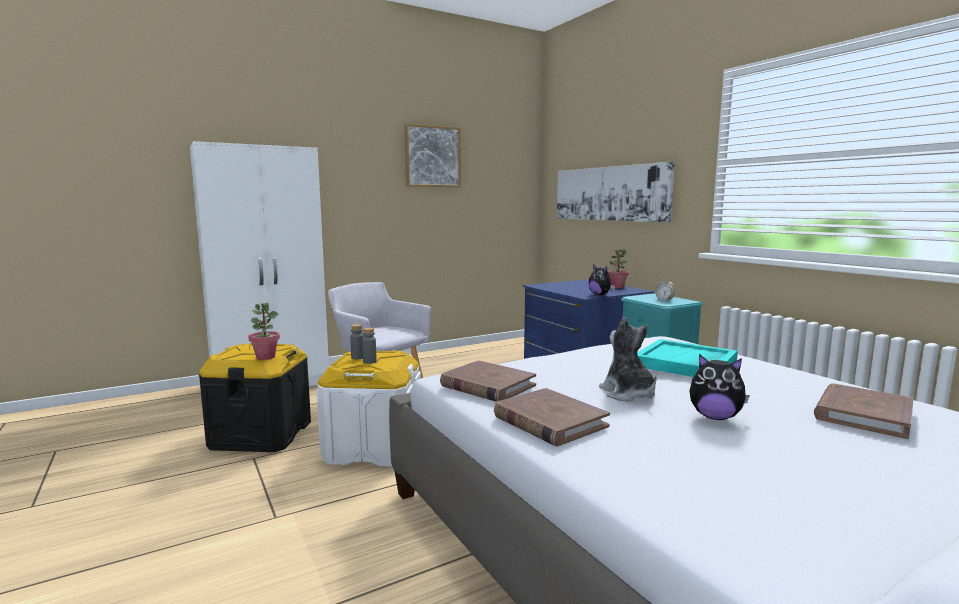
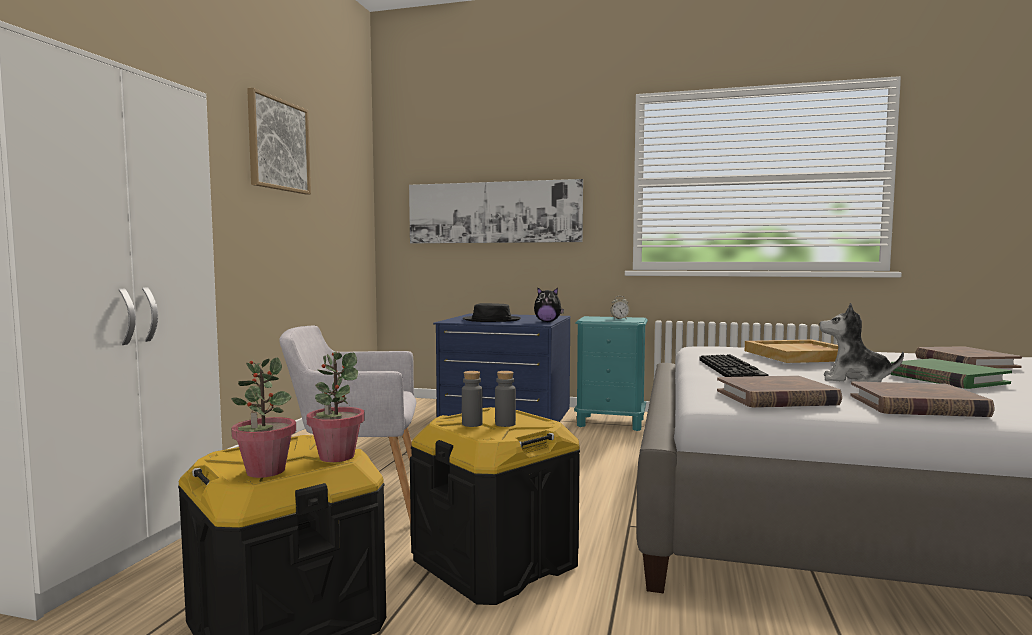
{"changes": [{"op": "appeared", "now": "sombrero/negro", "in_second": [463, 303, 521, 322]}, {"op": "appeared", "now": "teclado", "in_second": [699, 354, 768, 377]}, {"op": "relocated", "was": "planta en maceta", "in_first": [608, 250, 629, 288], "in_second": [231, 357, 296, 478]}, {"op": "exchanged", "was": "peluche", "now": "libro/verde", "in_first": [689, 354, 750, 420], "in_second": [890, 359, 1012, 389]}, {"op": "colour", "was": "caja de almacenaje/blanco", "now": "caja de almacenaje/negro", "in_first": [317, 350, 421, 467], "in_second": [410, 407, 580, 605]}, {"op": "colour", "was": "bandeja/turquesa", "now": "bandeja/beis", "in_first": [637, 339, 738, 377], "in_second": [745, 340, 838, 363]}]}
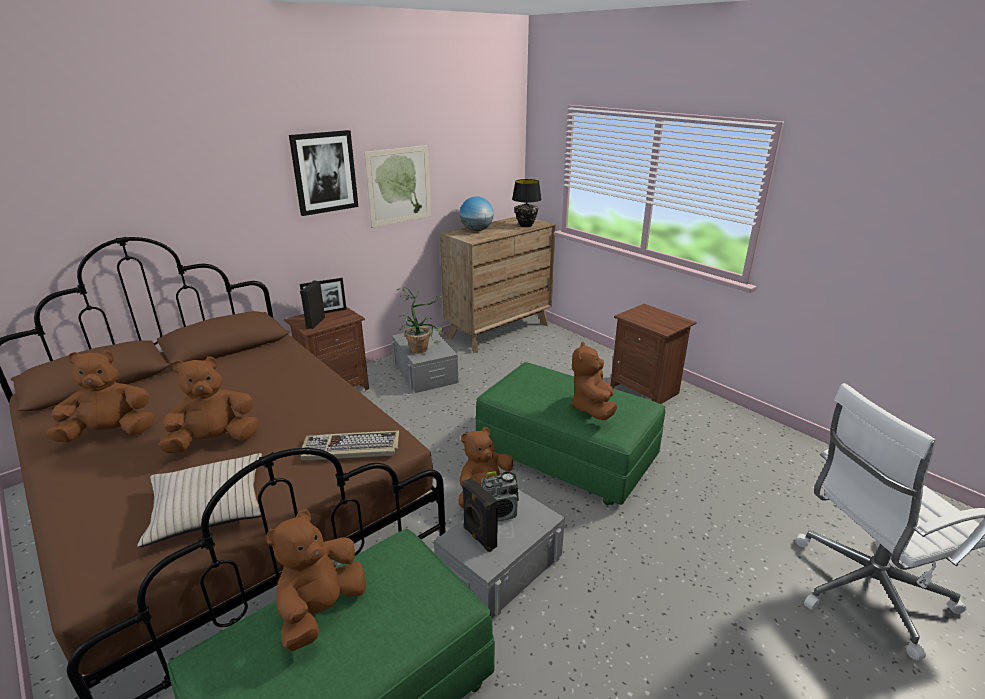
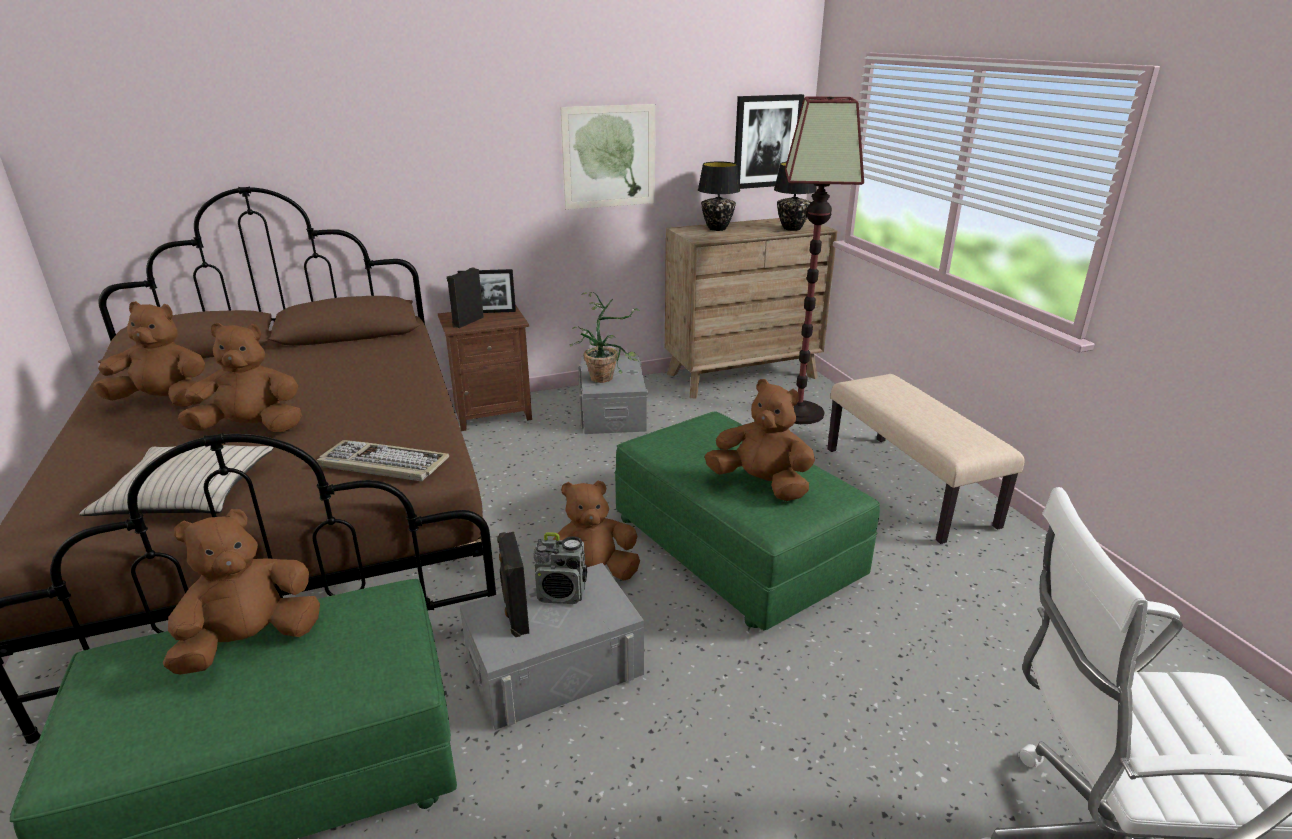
{"changes": [{"op": "appeared", "now": "lámpara de pie", "in_second": [785, 96, 864, 424]}, {"op": "relocated", "was": "cuadro", "in_first": [289, 130, 358, 216], "in_second": [734, 94, 804, 189]}, {"op": "exchanged", "was": "globo terráqueo", "now": "lámpara de mesa/negro", "in_first": [460, 196, 494, 231], "in_second": [698, 162, 740, 231]}, {"op": "exchanged", "was": "mesita de noche/marrón", "now": "banco/beis", "in_first": [611, 304, 697, 404], "in_second": [827, 374, 1025, 544]}, {"op": "spun", "was": "peluche/marrón", "in_first": [571, 341, 617, 420], "in_second": [704, 379, 815, 501], "clockwise": 90}]}
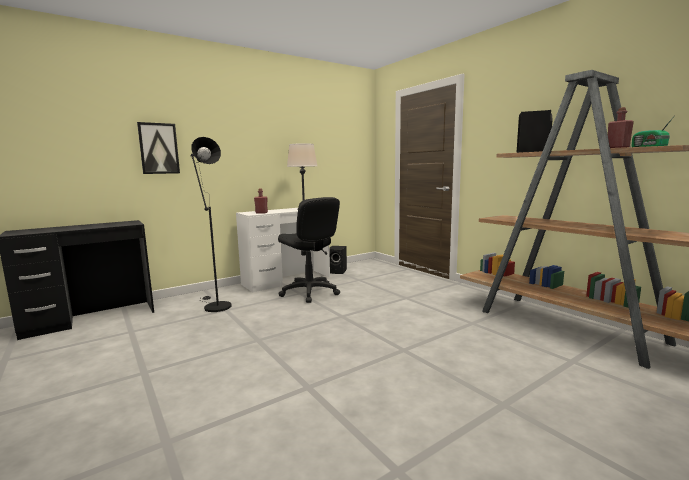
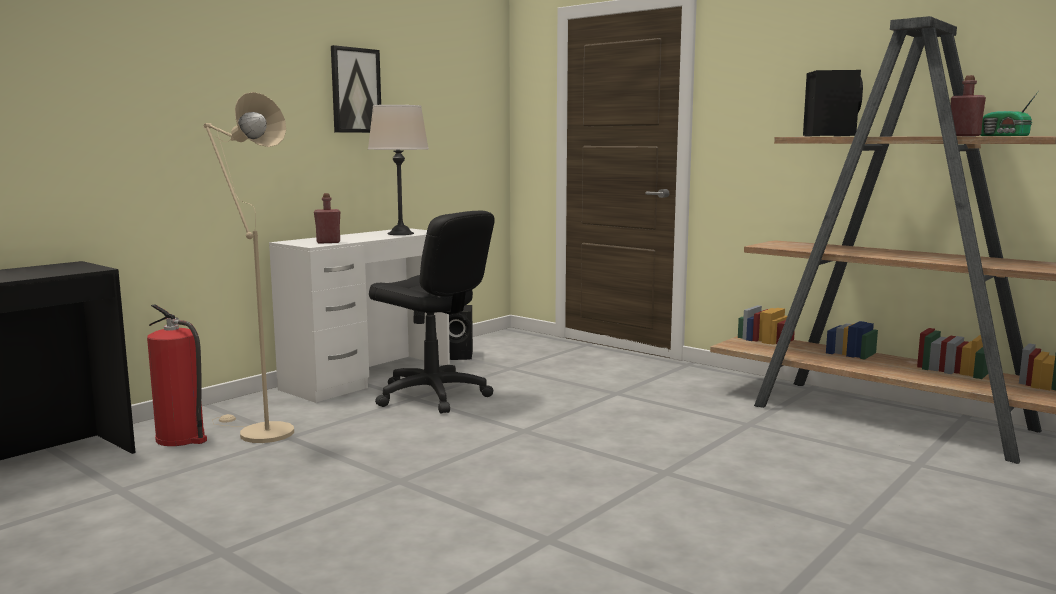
{"changes": [{"op": "appeared", "now": "extintor", "in_second": [147, 304, 207, 446]}, {"op": "relocated", "was": "cuadro", "in_first": [137, 122, 180, 174], "in_second": [331, 45, 381, 133]}, {"op": "colour", "was": "lámpara de pie/negro", "now": "lámpara de pie/beis", "in_first": [191, 137, 232, 312], "in_second": [203, 92, 294, 443]}]}
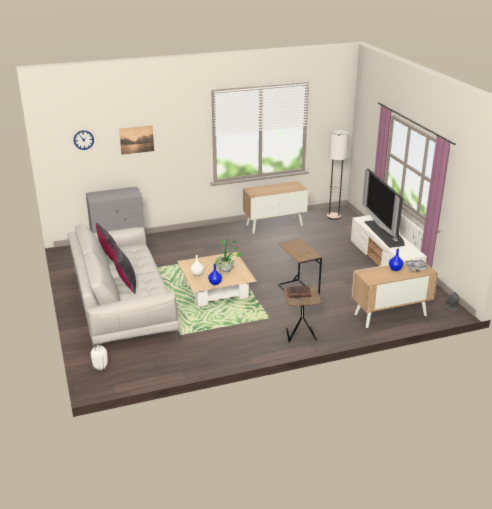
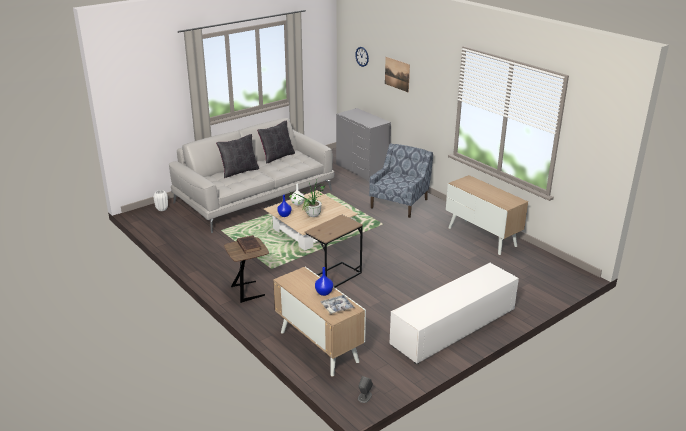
{"changes": [{"op": "missing", "was": "lámpara de pie", "in_first": [327, 130, 349, 220]}, {"op": "missing", "was": "televisor", "in_first": [362, 168, 404, 248]}, {"op": "appeared", "now": "sillón/azul", "in_second": [369, 143, 433, 218]}]}
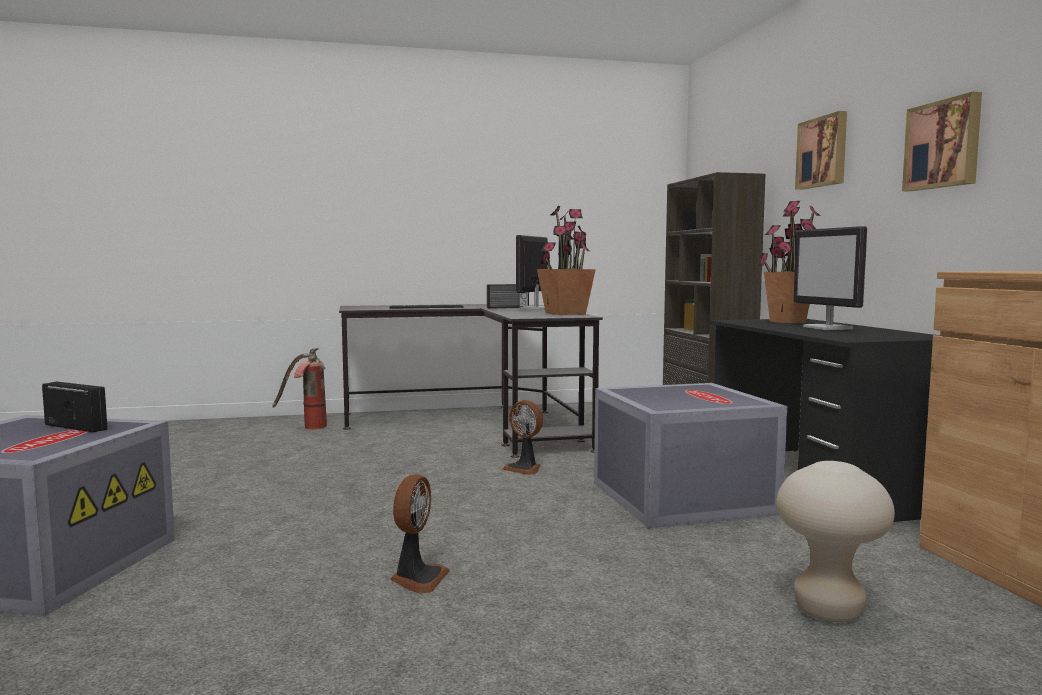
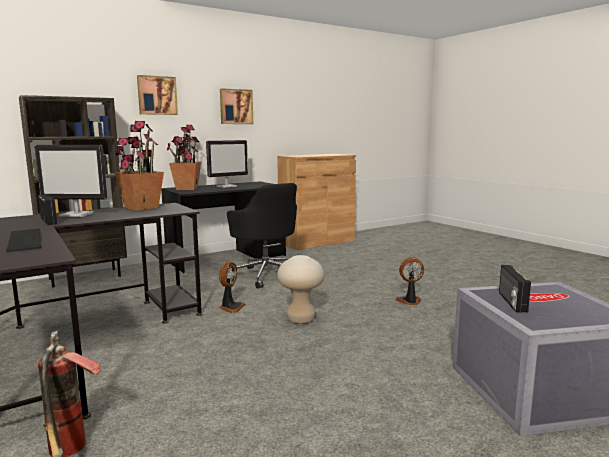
{"changes": [{"op": "relocated", "was": "taburete/beis", "in_first": [777, 461, 895, 623], "in_second": [277, 255, 324, 324]}, {"op": "exchanged", "was": "caja de almacenaje/gris", "now": "silla de oficina/negro", "in_first": [594, 383, 787, 528], "in_second": [227, 183, 297, 289]}]}
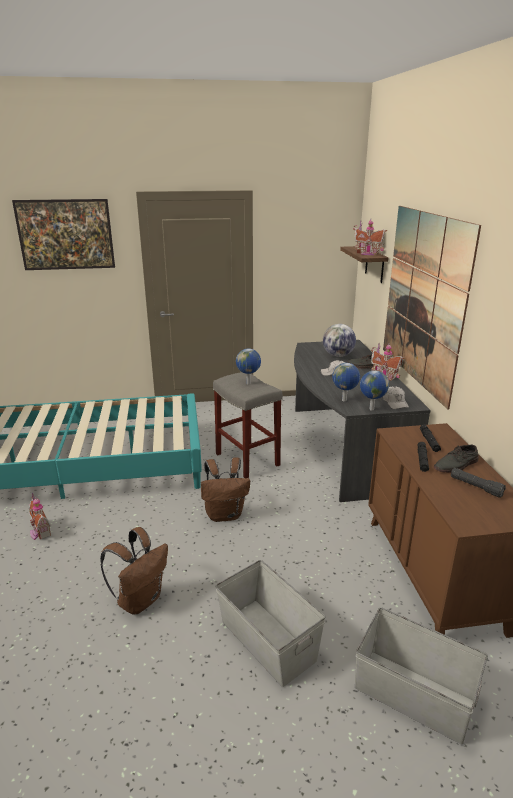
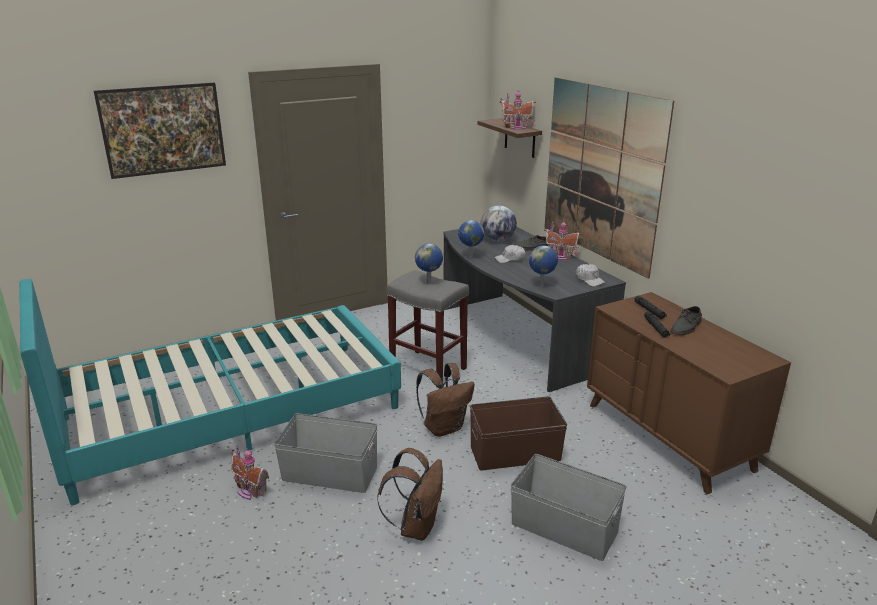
{"changes": [{"op": "missing", "was": "linterna/negro", "in_first": [451, 468, 506, 498]}, {"op": "appeared", "now": "caja de almacenaje/marrón", "in_second": [470, 396, 567, 471]}, {"op": "relocated", "was": "caja de almacenaje/gris", "in_first": [355, 607, 488, 744], "in_second": [274, 413, 378, 493]}, {"op": "relocated", "was": "globo terráqueo", "in_first": [360, 370, 389, 411], "in_second": [458, 220, 484, 258]}]}
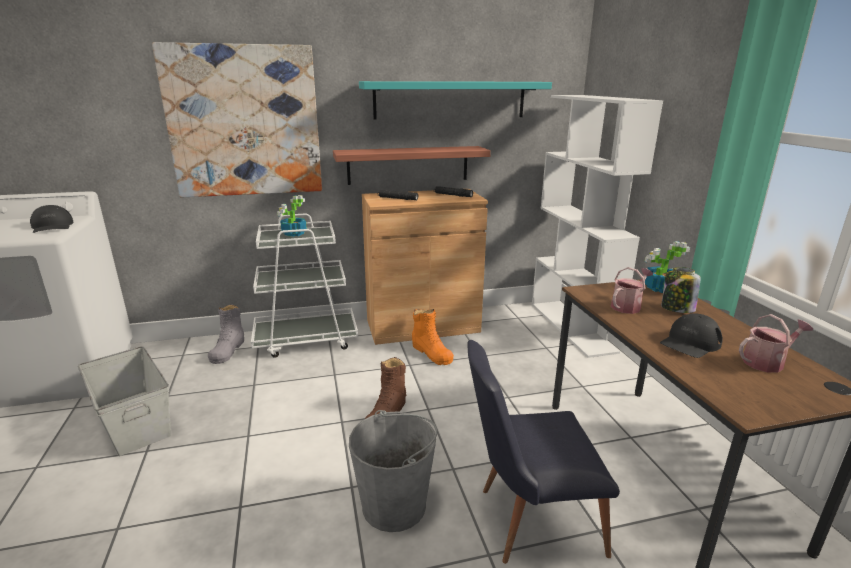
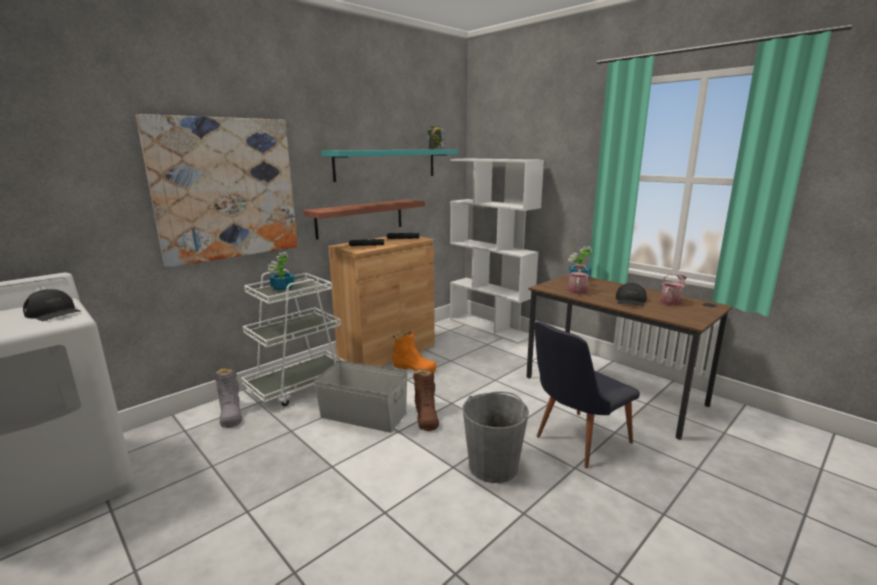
{"changes": [{"op": "relocated", "was": "caja de almacenaje/gris", "in_first": [78, 346, 171, 456], "in_second": [314, 360, 408, 433]}, {"op": "relocated", "was": "tarro", "in_first": [661, 267, 701, 313], "in_second": [428, 126, 445, 149]}]}
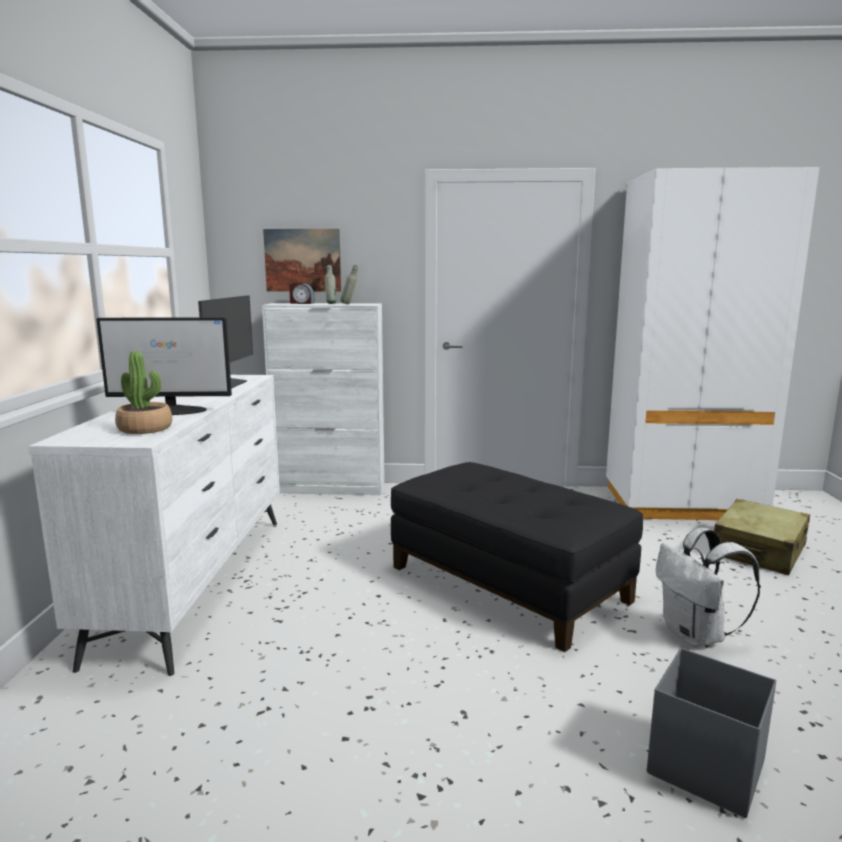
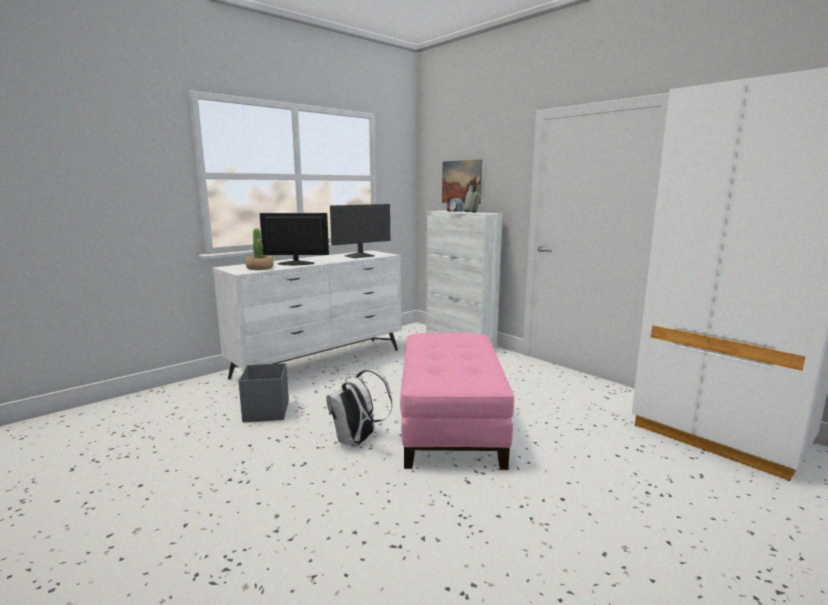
{"changes": [{"op": "missing", "was": "maleta/beis", "in_first": [714, 499, 810, 575]}, {"op": "relocated", "was": "caja de almacenaje/gris", "in_first": [647, 648, 776, 818], "in_second": [239, 363, 289, 422]}, {"op": "relocated", "was": "mochila/blanco", "in_first": [656, 528, 761, 647], "in_second": [326, 369, 392, 447]}, {"op": "colour", "was": "puf/negro", "now": "puf/rosa", "in_first": [391, 462, 643, 652], "in_second": [400, 333, 514, 470]}, {"op": "spun", "was": "monitor", "in_first": [96, 317, 232, 415], "in_second": [260, 213, 329, 265], "clockwise": 135}]}
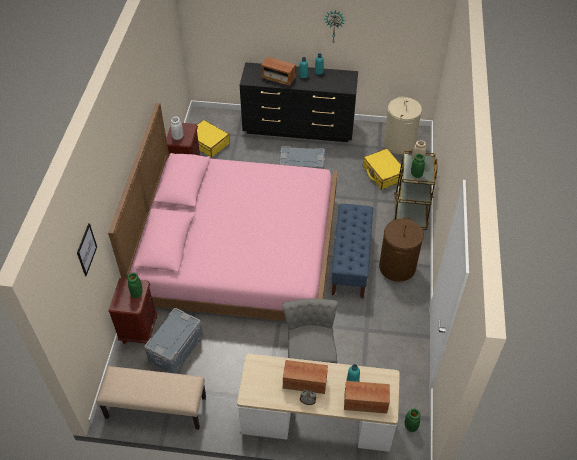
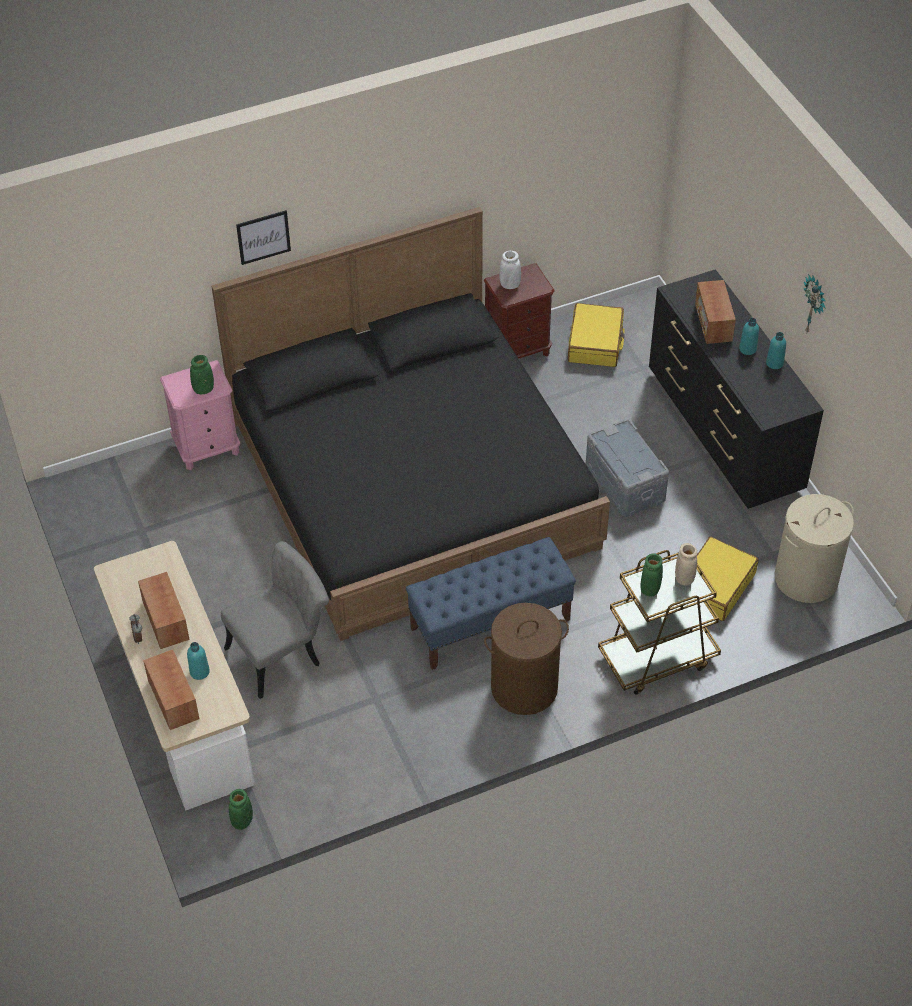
{"changes": [{"op": "missing", "was": "banco/beis", "in_first": [96, 366, 206, 430]}, {"op": "missing", "was": "caja de almacenaje/gris", "in_first": [144, 308, 203, 374]}, {"op": "relocated", "was": "cuadro", "in_first": [77, 223, 97, 276], "in_second": [236, 210, 291, 265]}, {"op": "colour", "was": "cama/rosa", "now": "cama/negro", "in_first": [108, 103, 337, 321], "in_second": [211, 207, 610, 641]}, {"op": "colour", "was": "mesita de noche/marrón", "now": "mesita de noche/rosa", "in_first": [108, 278, 157, 344], "in_second": [160, 360, 240, 470]}]}
